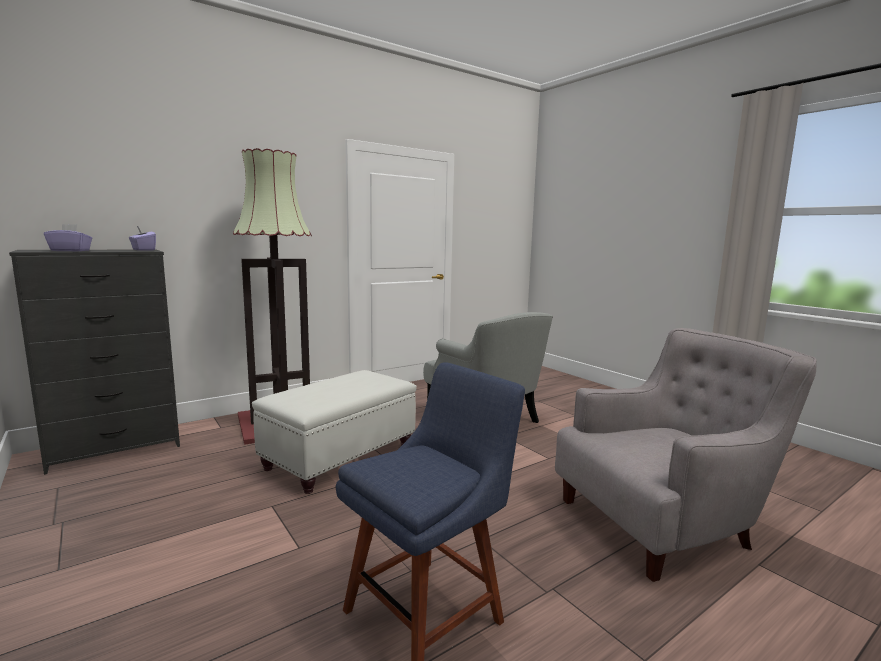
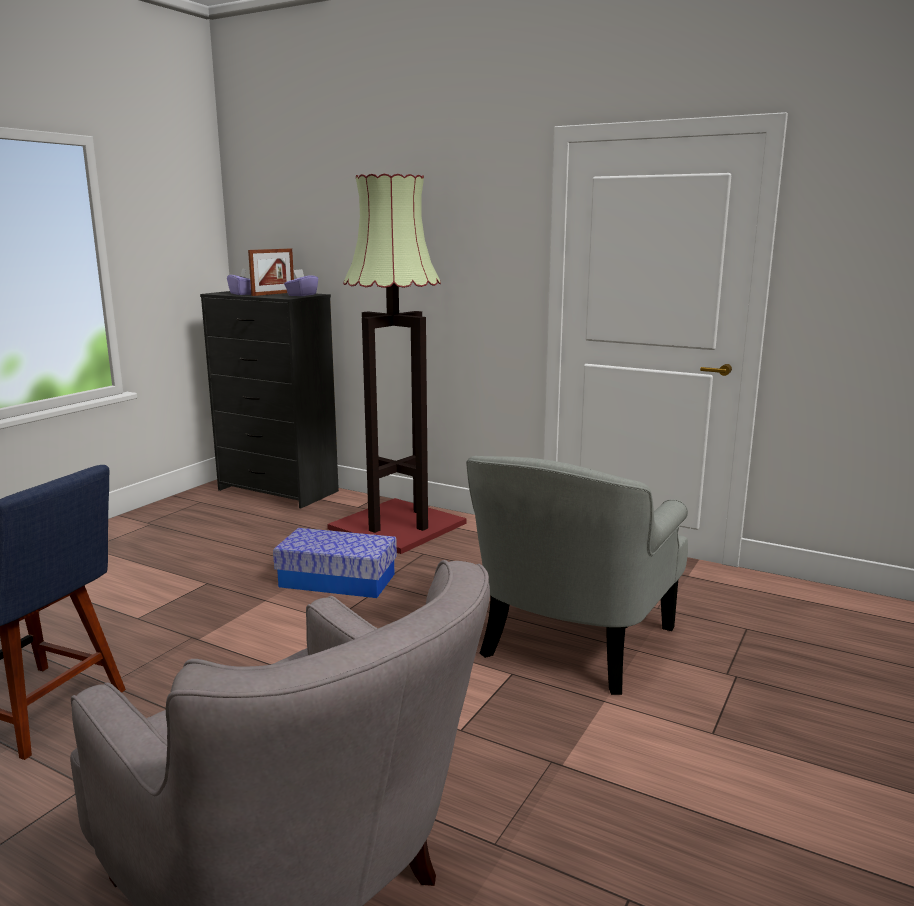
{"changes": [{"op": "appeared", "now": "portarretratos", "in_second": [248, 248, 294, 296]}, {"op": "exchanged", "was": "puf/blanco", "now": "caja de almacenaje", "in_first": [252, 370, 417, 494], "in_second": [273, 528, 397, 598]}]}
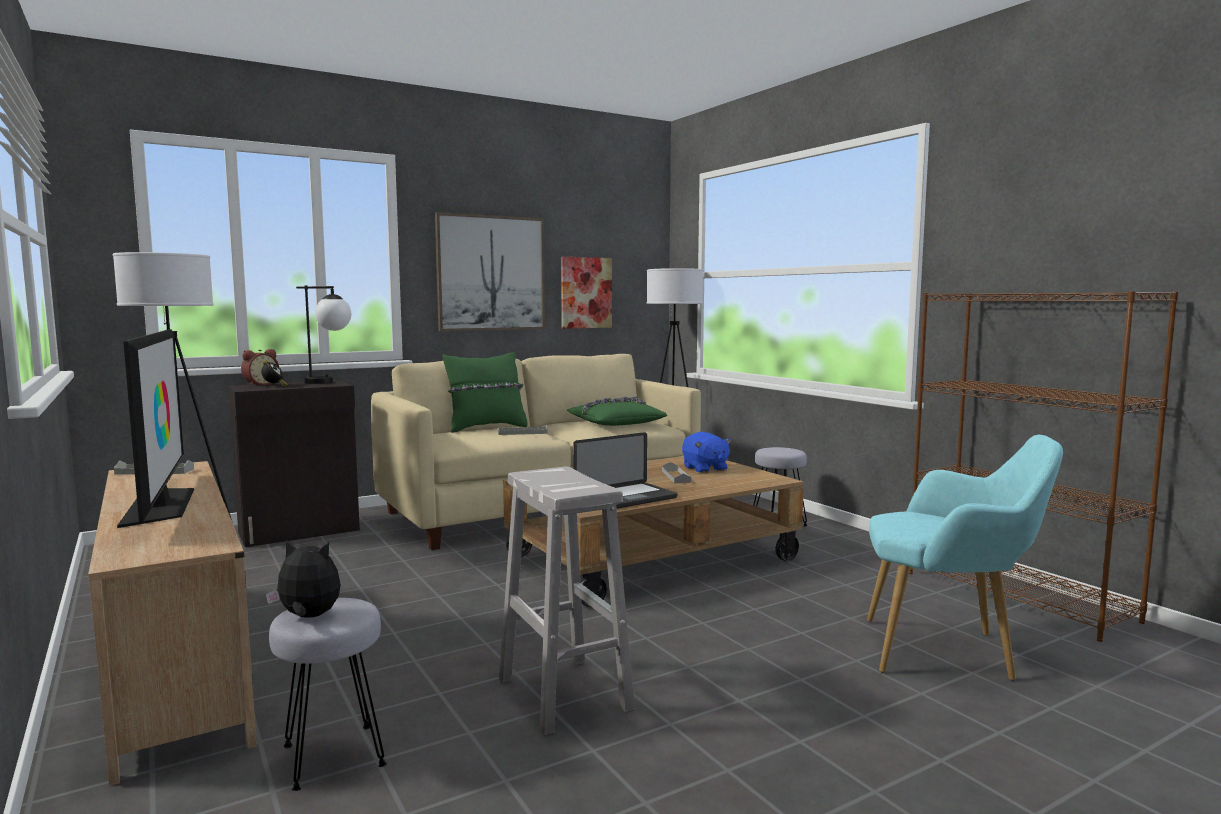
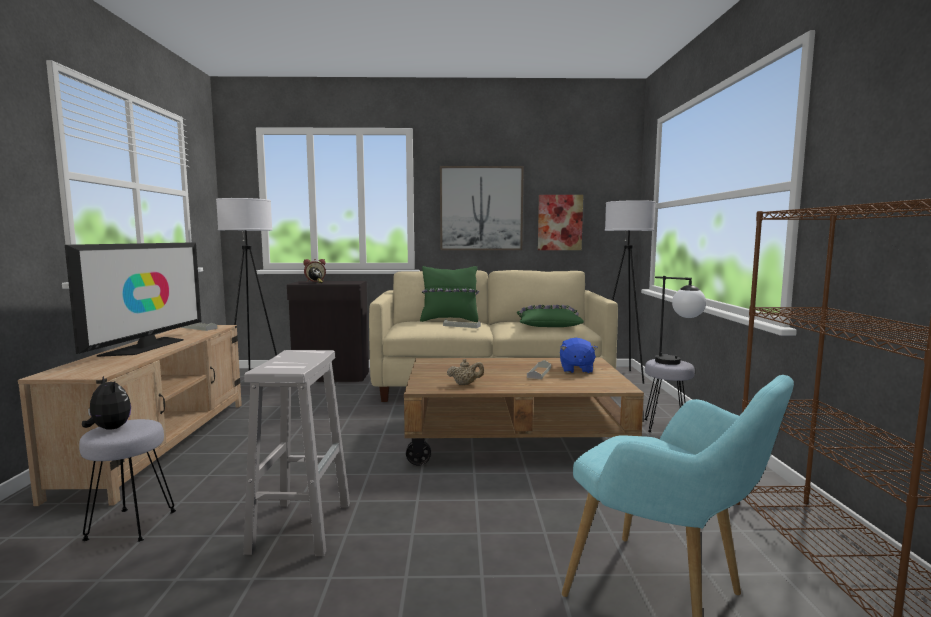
{"changes": [{"op": "relocated", "was": "lámpara de mesa", "in_first": [296, 285, 351, 384], "in_second": [655, 276, 706, 365]}, {"op": "exchanged", "was": "portátil", "now": "tetera/beis", "in_first": [573, 432, 677, 509], "in_second": [447, 359, 484, 385]}]}
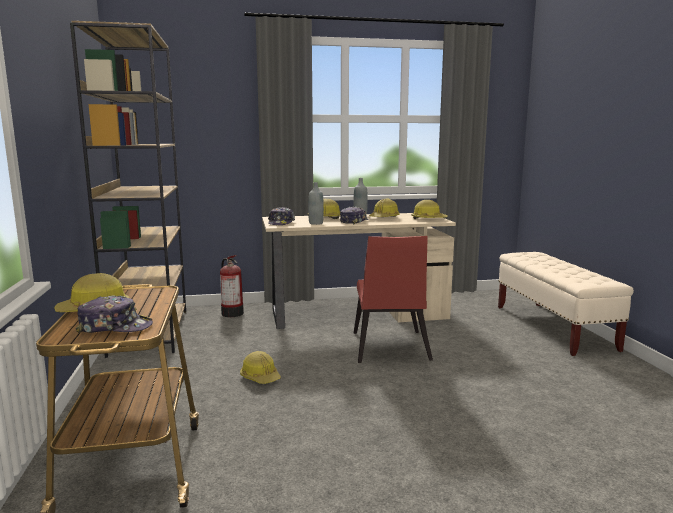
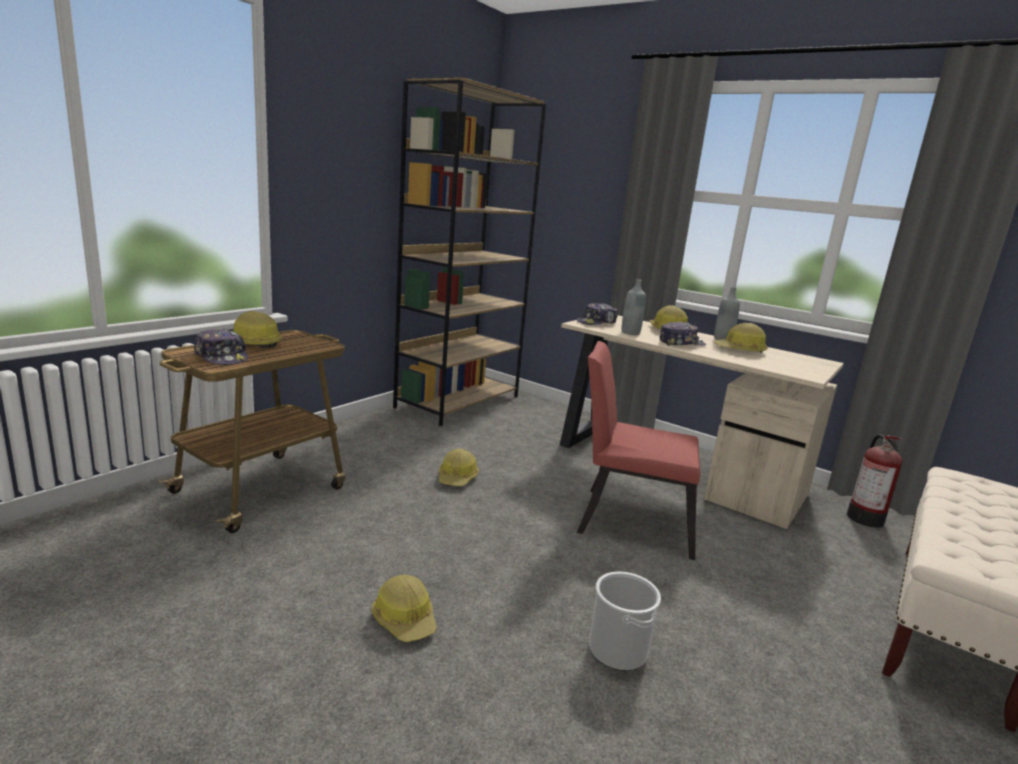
{"changes": [{"op": "appeared", "now": "cubo", "in_second": [589, 571, 661, 671]}, {"op": "relocated", "was": "extintor", "in_first": [220, 255, 244, 317], "in_second": [847, 434, 903, 528]}, {"op": "relocated", "was": "casco", "in_first": [411, 200, 448, 219], "in_second": [371, 575, 437, 642]}, {"op": "spun", "was": "silla/rojo", "in_first": [353, 236, 433, 363], "in_second": [577, 341, 700, 560], "clockwise": 60}]}
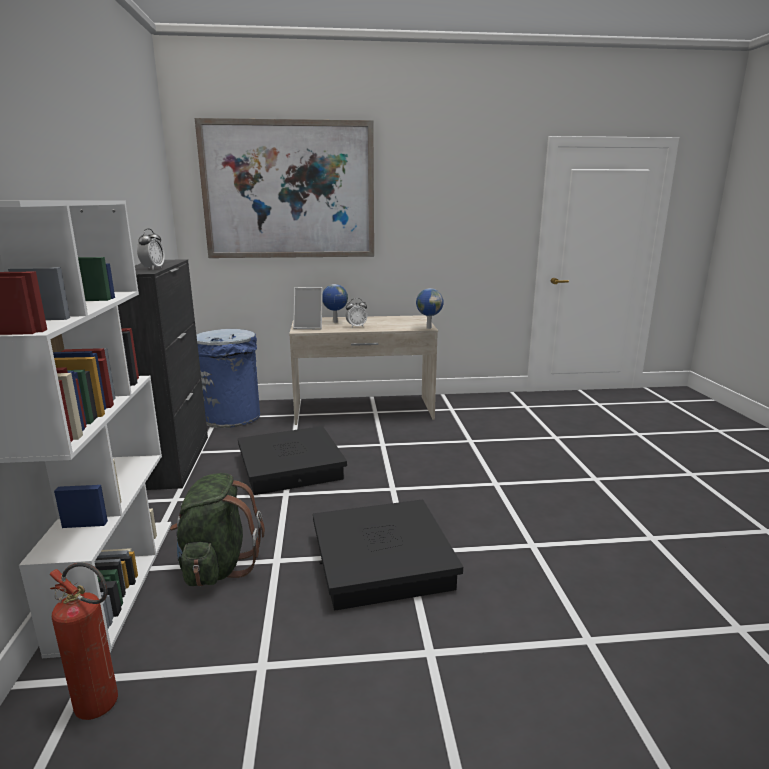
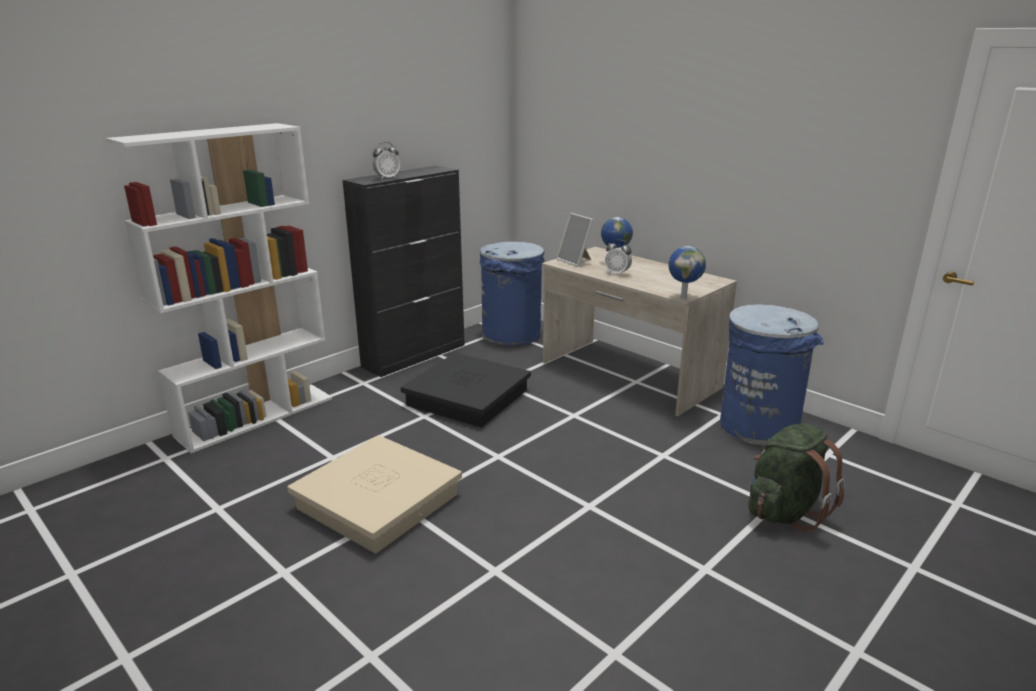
{"changes": [{"op": "missing", "was": "extintor", "in_first": [50, 563, 118, 720]}, {"op": "missing", "was": "cuadro", "in_first": [195, 118, 374, 258]}, {"op": "appeared", "now": "papelera/azul", "in_second": [720, 304, 824, 446]}, {"op": "relocated", "was": "mochila/verde", "in_first": [170, 473, 265, 586], "in_second": [748, 424, 845, 532]}, {"op": "colour", "was": "caja de almacenaje/negro", "now": "caja de almacenaje/beis", "in_first": [313, 500, 463, 610], "in_second": [287, 435, 462, 554]}]}
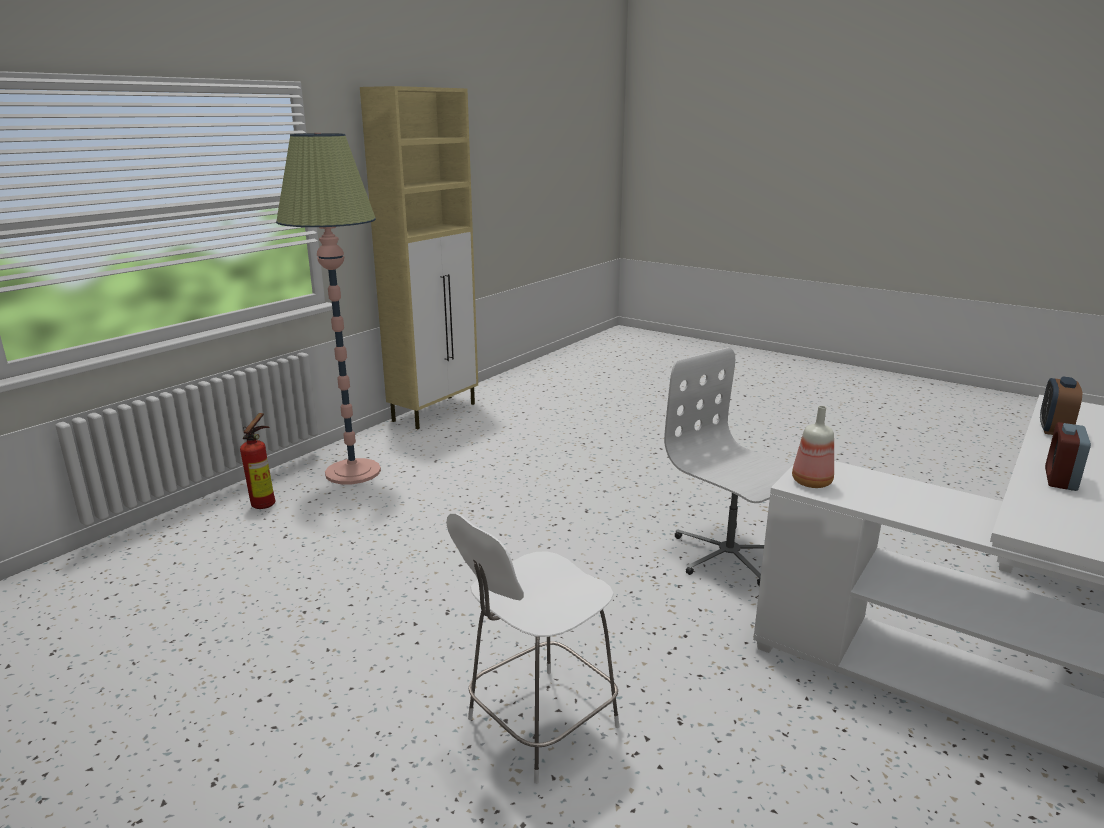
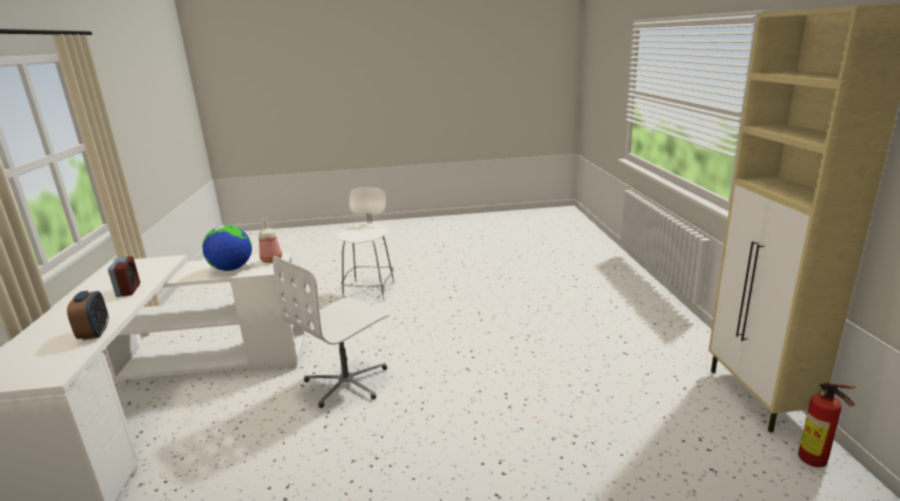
{"changes": [{"op": "missing", "was": "lámpara de pie", "in_first": [276, 133, 381, 484]}, {"op": "appeared", "now": "globo terráqueo", "in_second": [202, 225, 252, 271]}, {"op": "relocated", "was": "extintor", "in_first": [240, 413, 275, 509], "in_second": [798, 382, 856, 467]}, {"op": "spun", "was": "silla de oficina/blanco", "in_first": [664, 347, 793, 586], "in_second": [273, 256, 390, 408], "clockwise": 120}]}
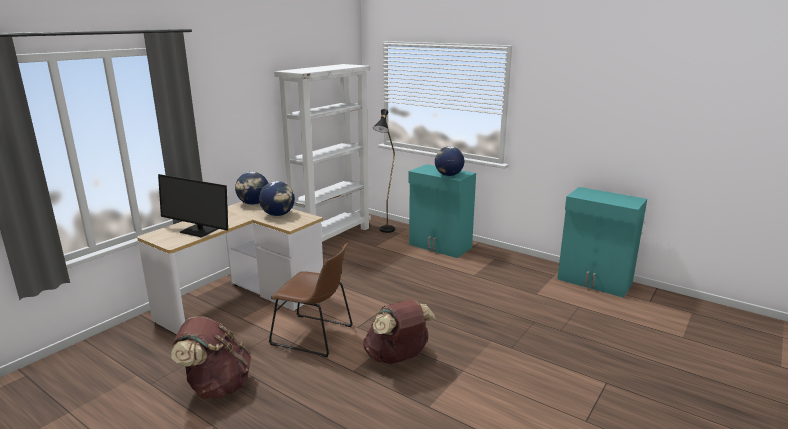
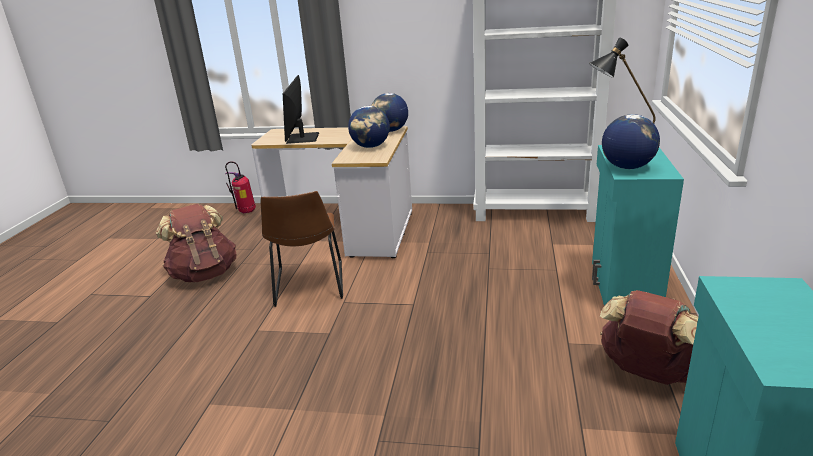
{"changes": [{"op": "appeared", "now": "extintor", "in_second": [225, 161, 256, 213]}, {"op": "relocated", "was": "mochila/marrón", "in_first": [363, 299, 436, 364], "in_second": [600, 290, 698, 385]}]}
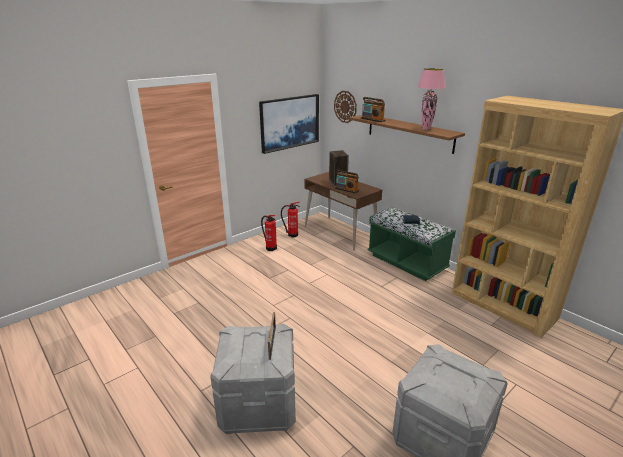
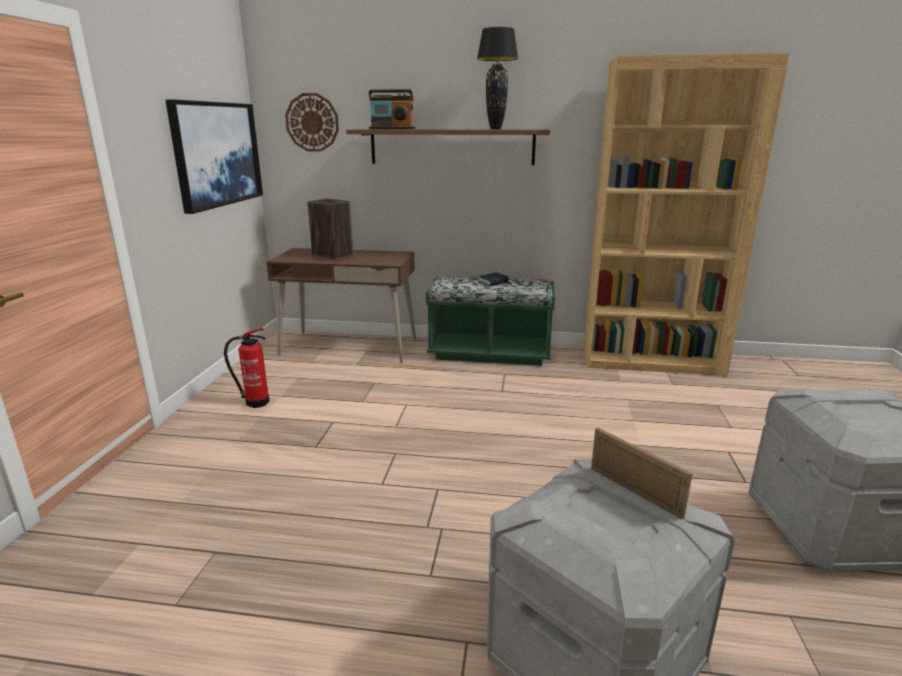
{"changes": [{"op": "missing", "was": "extintor", "in_first": [281, 202, 300, 237]}, {"op": "missing", "was": "radio", "in_first": [335, 170, 359, 193]}, {"op": "colour", "was": "lámpara de mesa/rosa", "now": "lámpara de mesa/negro", "in_first": [418, 68, 445, 130], "in_second": [477, 27, 518, 129]}]}
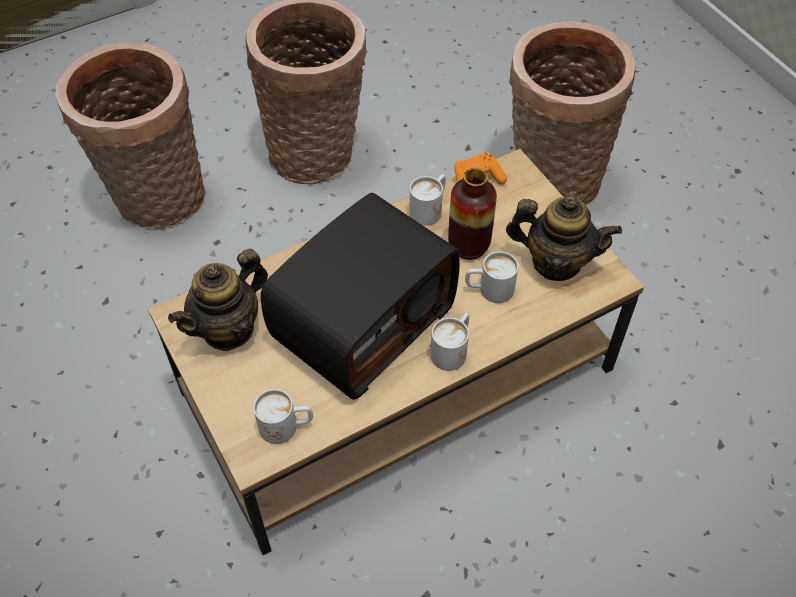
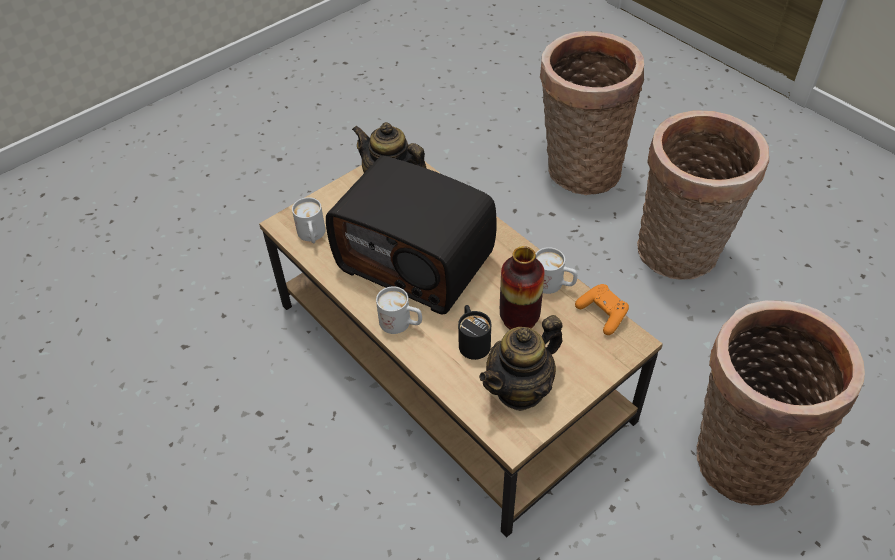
{"changes": [{"op": "colour", "was": "taza grande/blanco", "now": "taza grande/negro", "in_first": [465, 252, 519, 303], "in_second": [458, 305, 491, 360]}, {"op": "spun", "was": "tetera", "in_first": [506, 195, 622, 281], "in_second": [479, 315, 563, 411], "clockwise": 45}]}
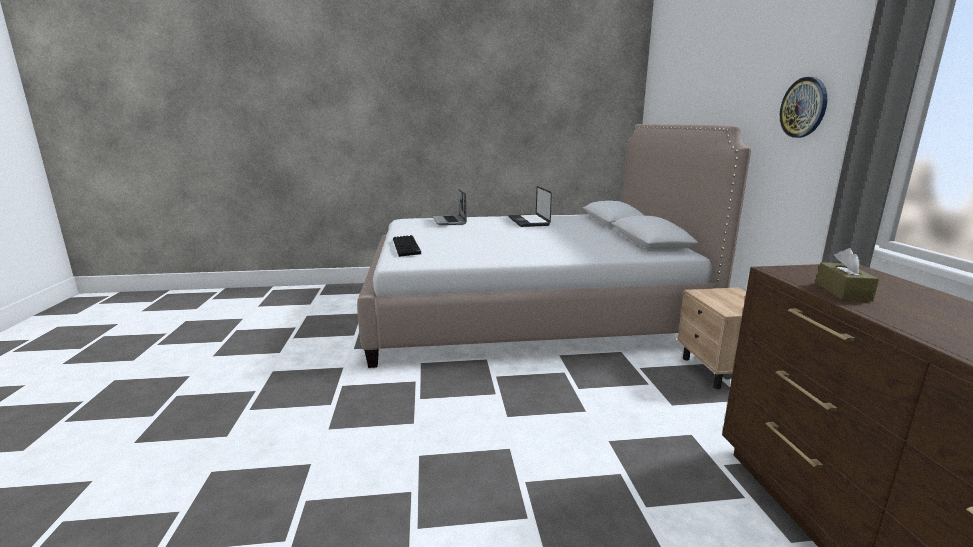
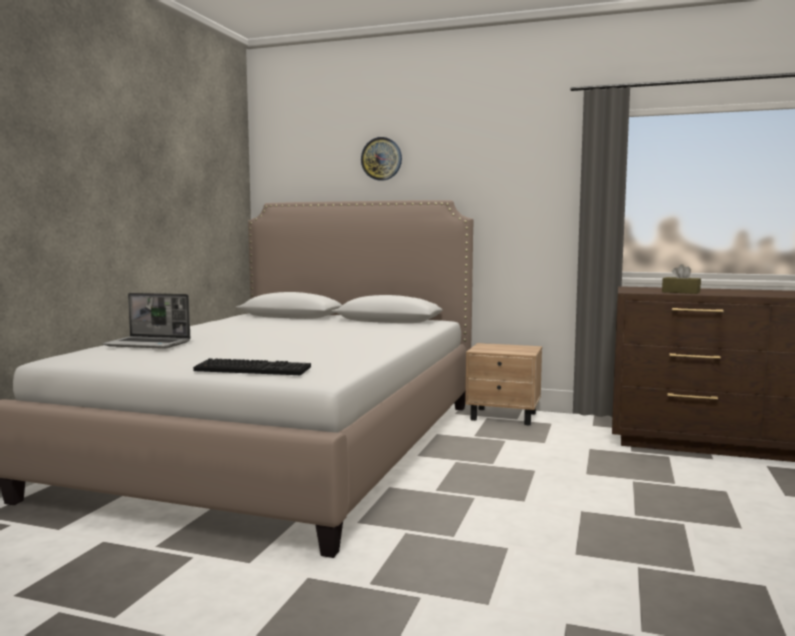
{"changes": [{"op": "missing", "was": "portátil", "in_first": [509, 186, 552, 227]}, {"op": "relocated", "was": "reloj de pared", "in_first": [780, 77, 827, 138], "in_second": [361, 137, 402, 181]}]}
